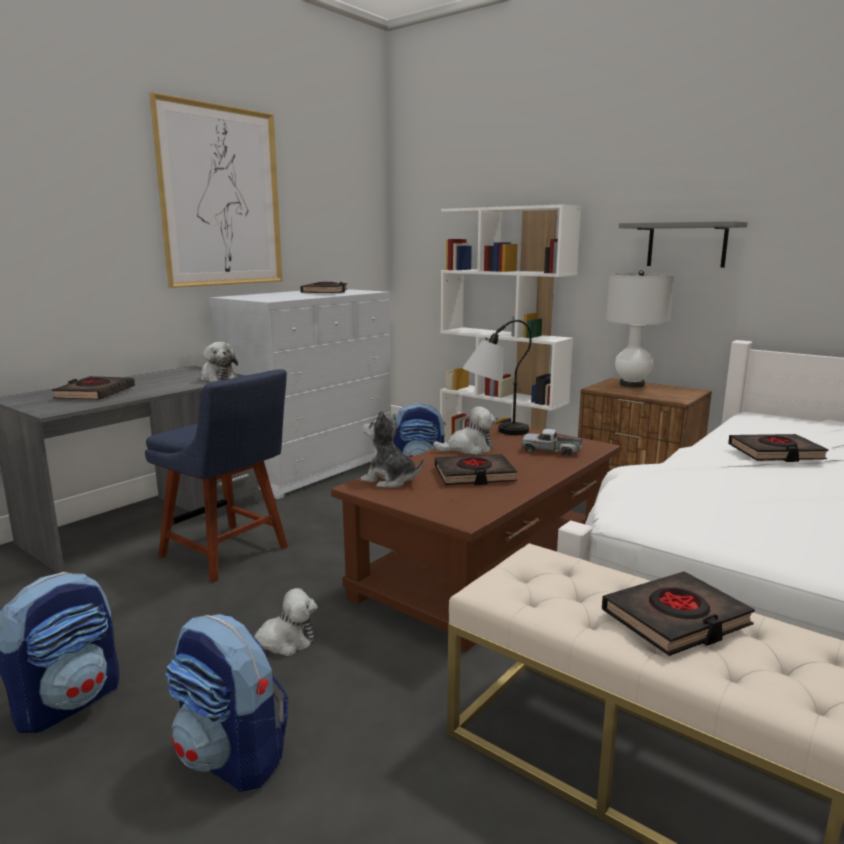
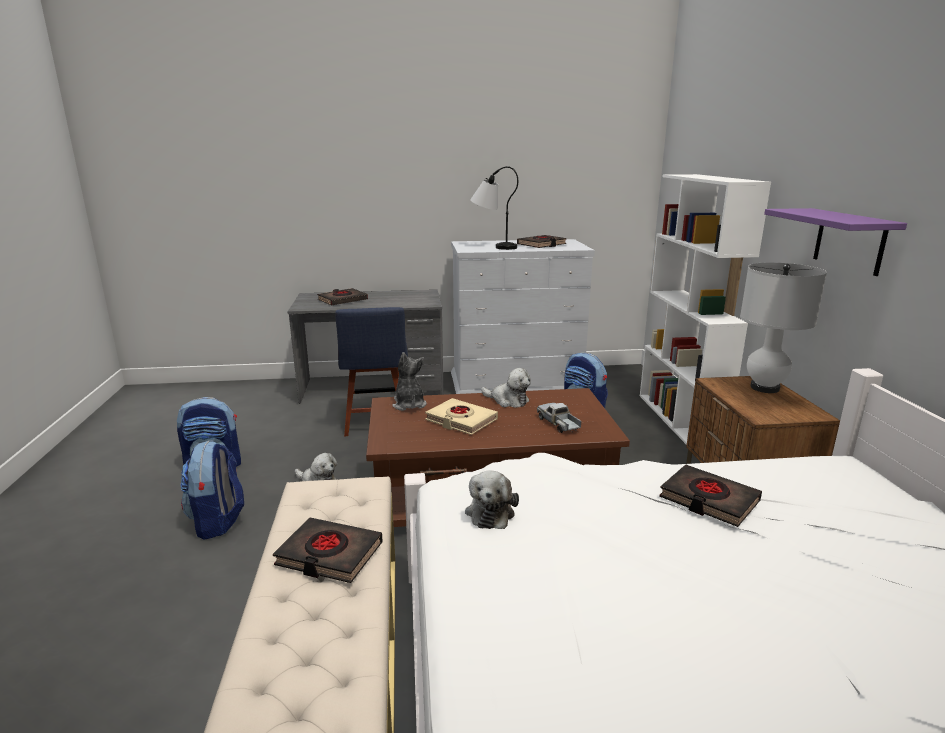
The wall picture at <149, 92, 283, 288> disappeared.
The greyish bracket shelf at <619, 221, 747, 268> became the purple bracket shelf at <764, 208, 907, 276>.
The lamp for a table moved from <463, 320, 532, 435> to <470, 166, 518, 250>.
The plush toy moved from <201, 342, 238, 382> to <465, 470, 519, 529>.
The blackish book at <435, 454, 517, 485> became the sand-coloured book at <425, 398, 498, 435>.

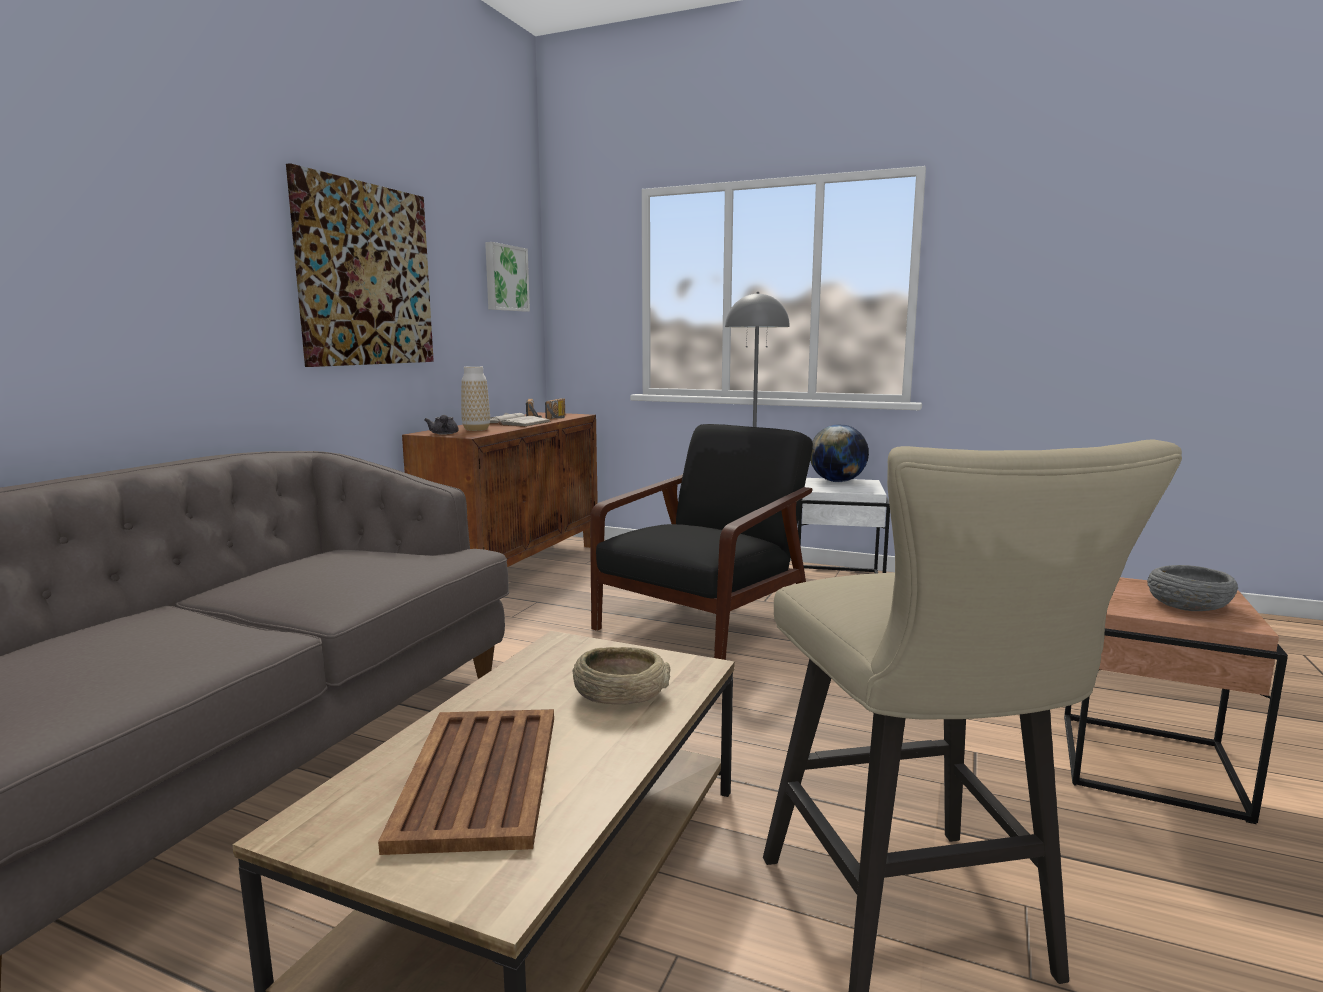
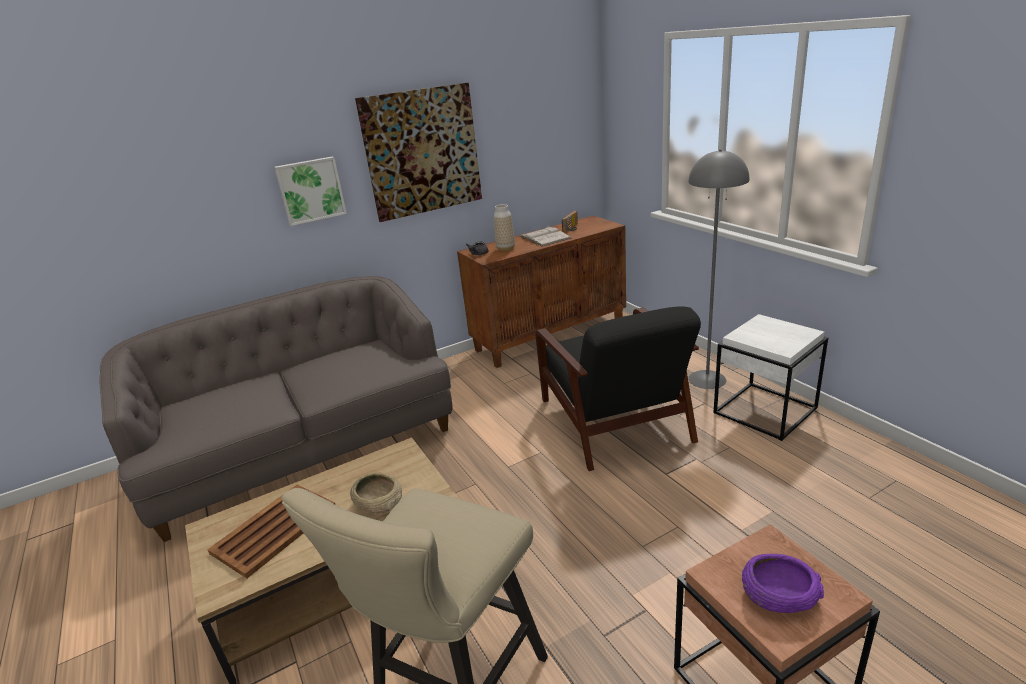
The wall picture moved from <485, 242, 530, 311> to <274, 156, 347, 226>.
The radio receiver at <545, 398, 565, 419> disappeared.
The blackish easy chair at <590, 424, 813, 660> turned 90 degrees clockwise.
The world globe at <810, 424, 869, 482> disappeared.
The greyish serving bowl at <1147, 565, 1238, 611> became the purple serving bowl at <742, 554, 824, 613>.

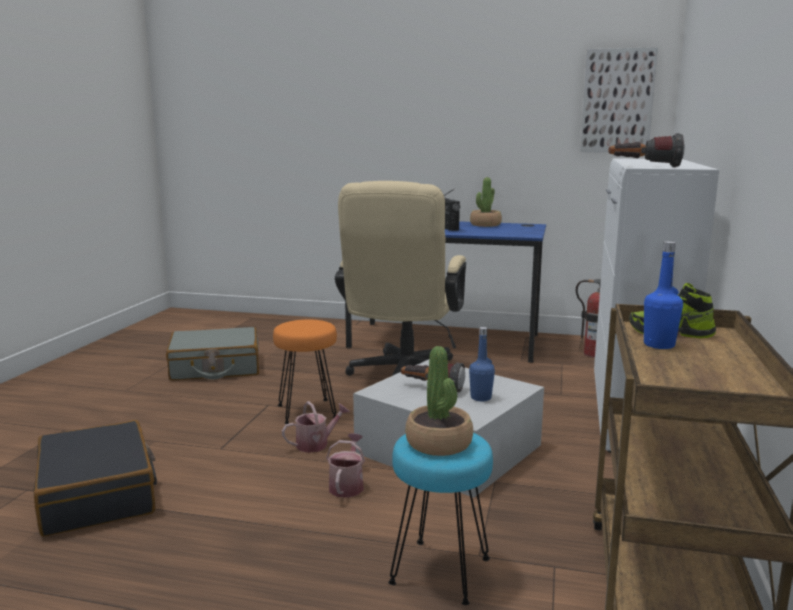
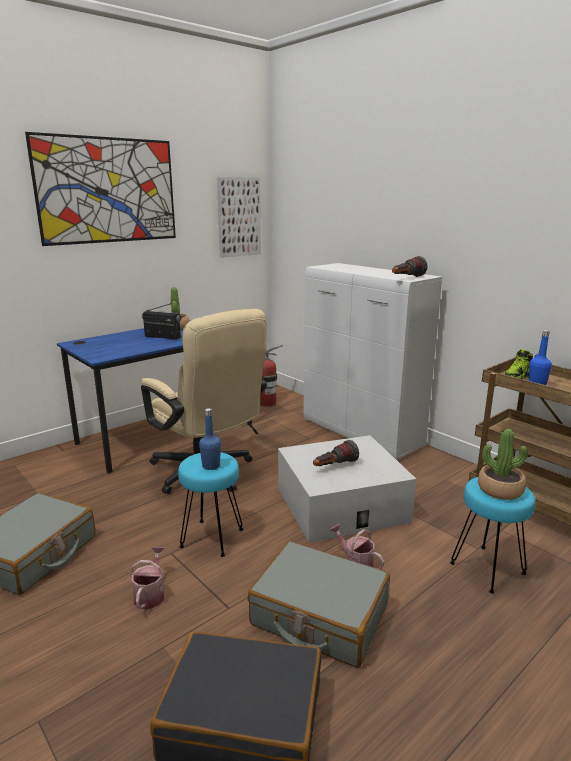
The orange-coloured sitting stool at <273, 319, 337, 424> became the turquoise sitting stool at <178, 453, 243, 557>.
The bluish bottle moved from <469, 327, 495, 401> to <199, 408, 221, 470>.
The sprinkling can moved from <282, 401, 350, 453> to <130, 547, 165, 609>.
The wall picture at <25, 132, 176, 246> appeared.
The greyish travel case at <247, 541, 390, 668> appeared.

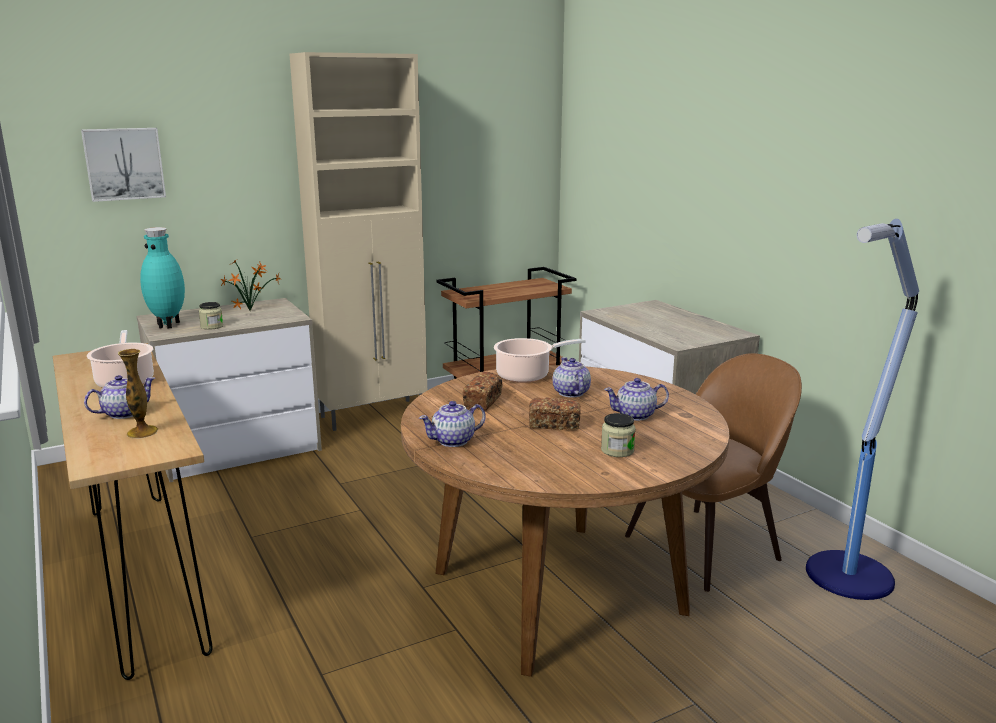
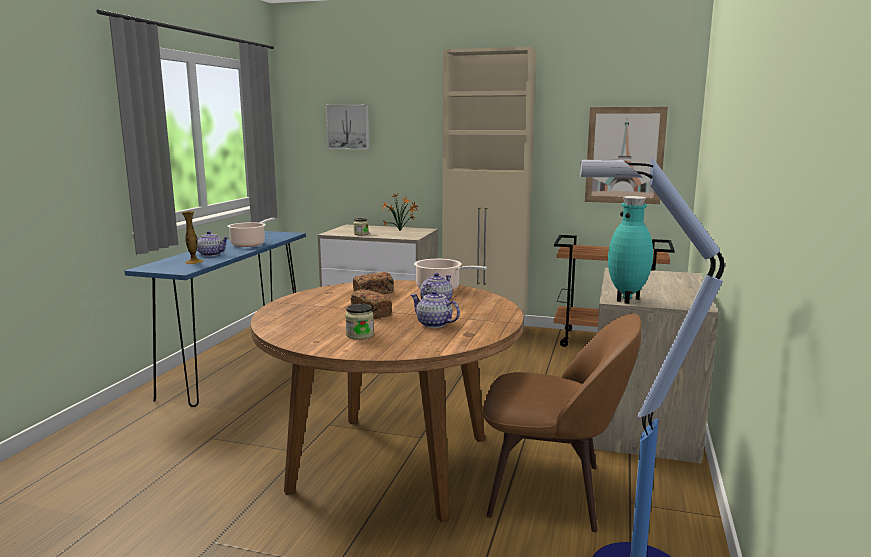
The turquoise decorative vase moved from <140, 227, 185, 329> to <608, 196, 653, 304>.
The brown narrow table at <53, 343, 213, 680> became the bluish narrow table at <124, 231, 306, 407>.
The pot for tea at <419, 401, 486, 447> disappeared.
The wall picture at <585, 107, 668, 204> appeared.

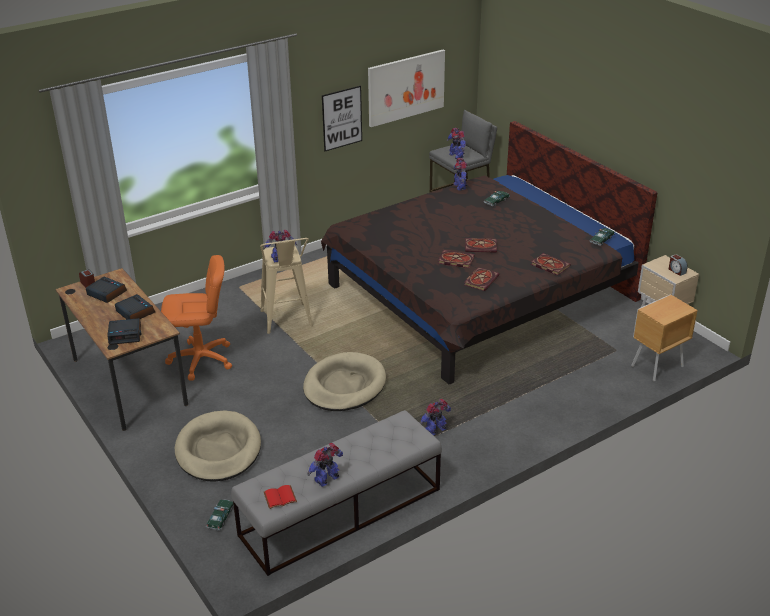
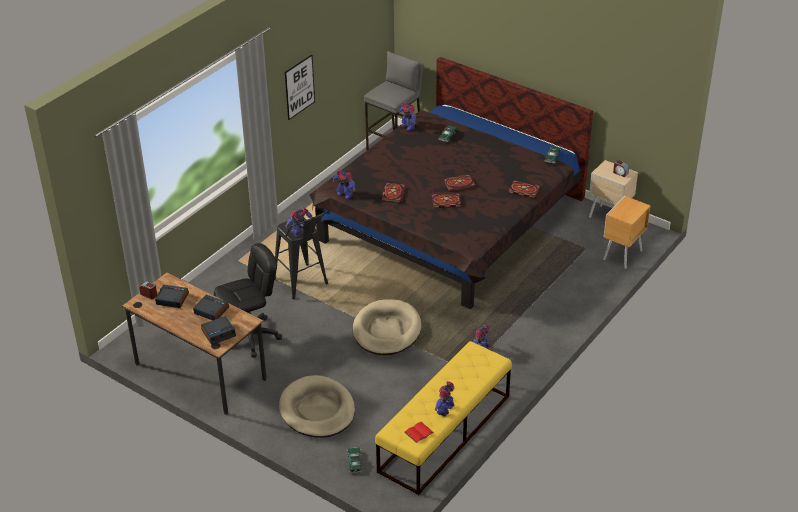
The wall picture at <368, 50, 445, 127> disappeared.
The model robot moved from <447, 128, 466, 159> to <332, 169, 355, 199>.
The sand-coloured sitting stool at <260, 238, 313, 334> became the blackish sitting stool at <275, 211, 328, 299>.
The orange-coloured office chair at <161, 255, 232, 381> became the blackish office chair at <214, 243, 282, 358>.
The book moved from <464, 267, 499, 291> to <382, 183, 406, 203>.
The greyish bench at <231, 410, 442, 576> became the yellow bench at <375, 341, 512, 495>.

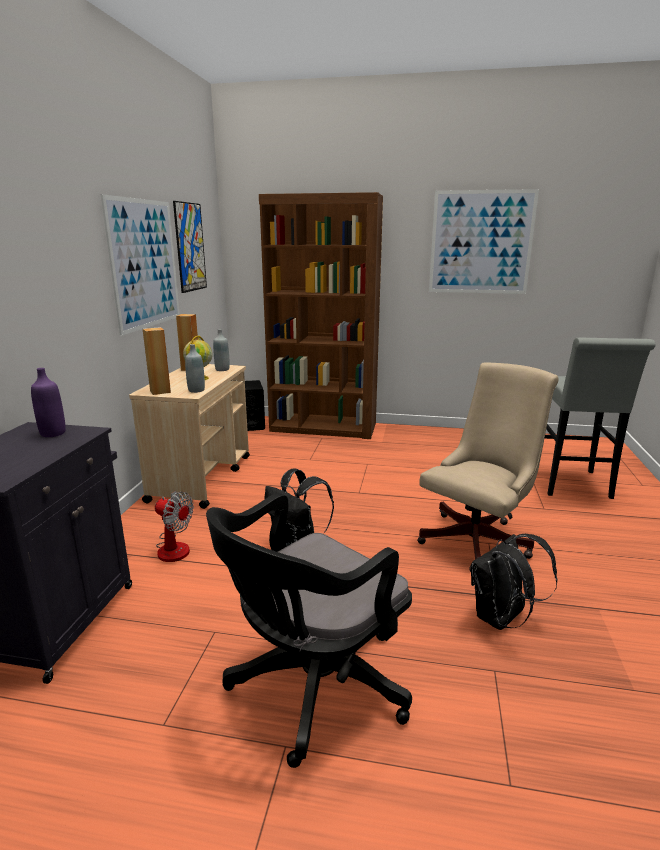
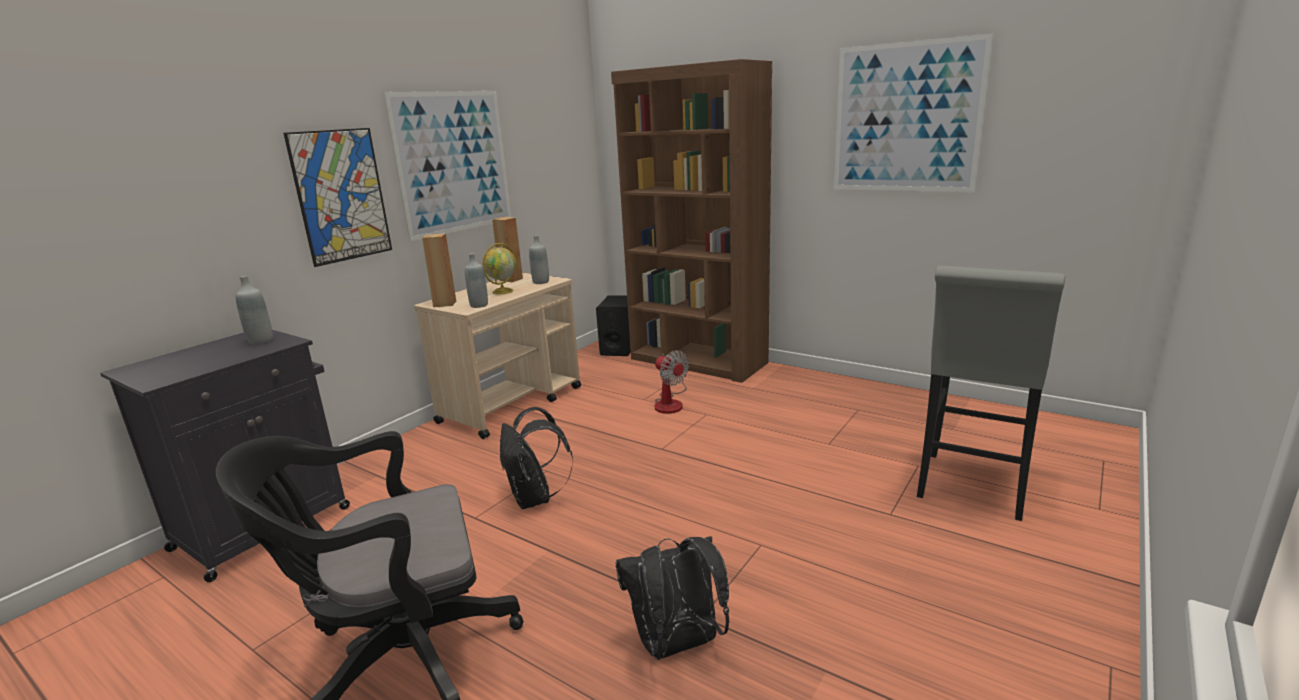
The wall picture moved from <173, 201, 207, 293> to <284, 128, 392, 267>.
The sand-coloured office chair at <417, 362, 558, 572> disappeared.
The purple bottle at <31, 368, 66, 437> became the greyish bottle at <236, 276, 273, 345>.
The cooling fan moved from <155, 491, 194, 562> to <655, 350, 689, 414>.

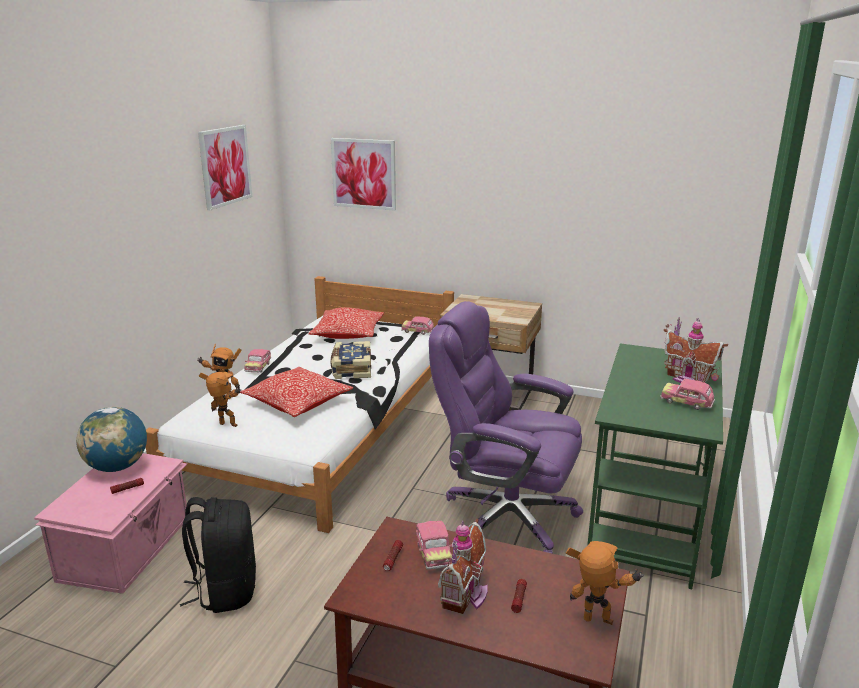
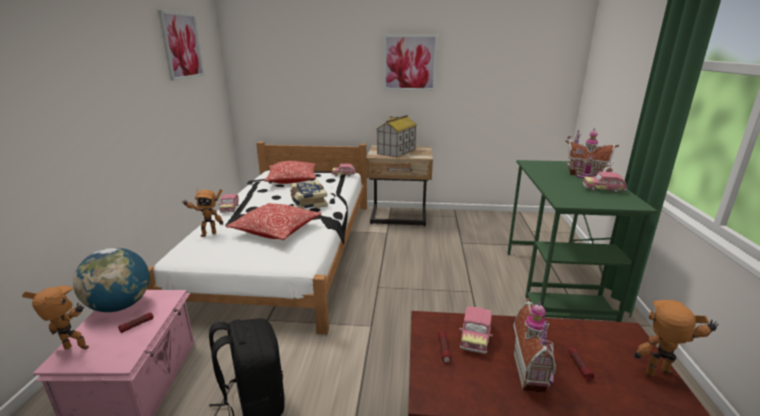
The wall picture moved from <331, 138, 396, 211> to <383, 35, 438, 91>.
The purple office chair at <429, 301, 583, 554> disappeared.
The model robot moved from <199, 372, 241, 427> to <22, 285, 89, 350>.
The miniature car at <416, 521, 452, 570> turned 45 degrees clockwise.
The model house at <376, 115, 417, 157> appeared.

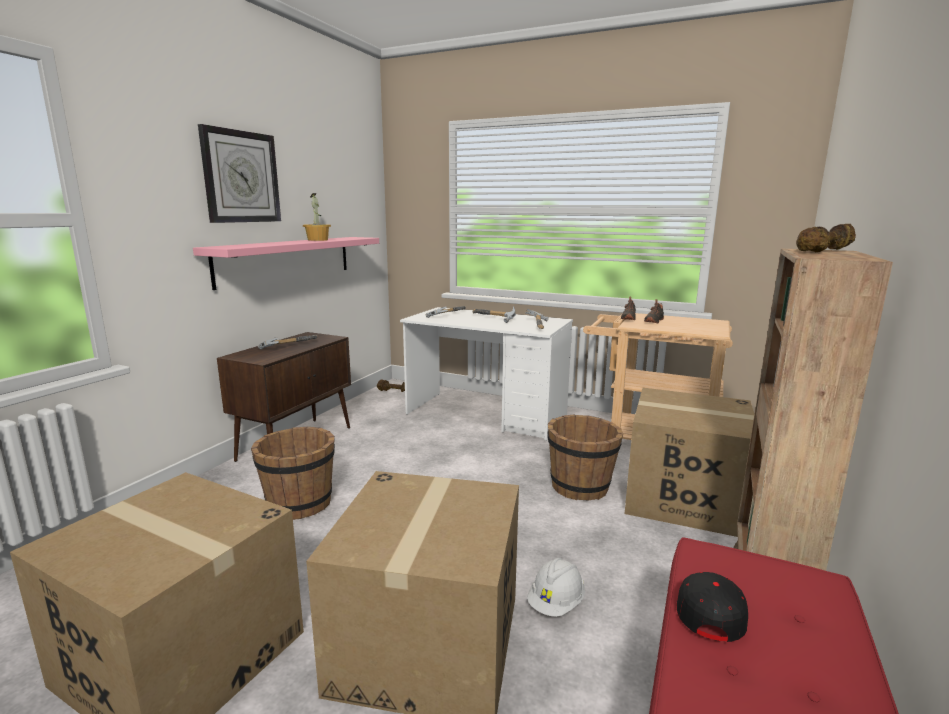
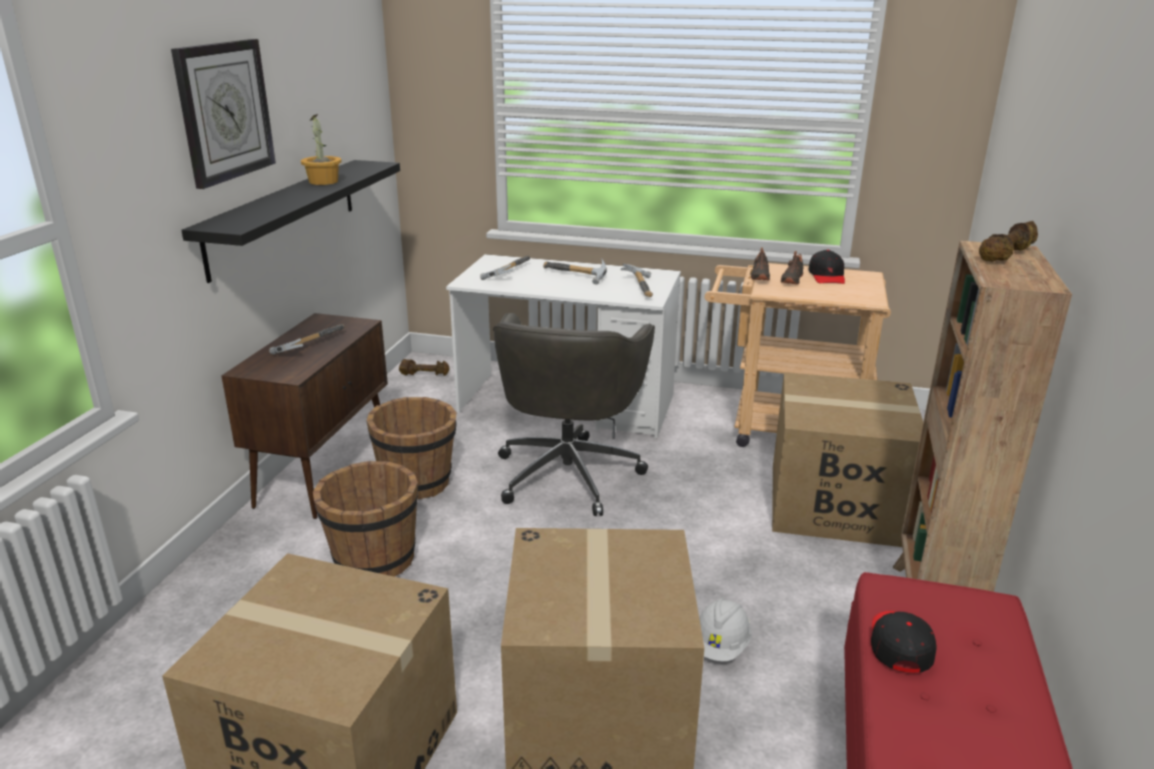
The pink bracket shelf at <193, 237, 379, 290> became the blackish bracket shelf at <181, 160, 400, 283>.
The brown pail moved from <548, 415, 623, 500> to <366, 397, 456, 499>.
The blackish baseball cap at <808, 250, 845, 284> appeared.
The greyish office chair at <493, 313, 655, 516> appeared.

